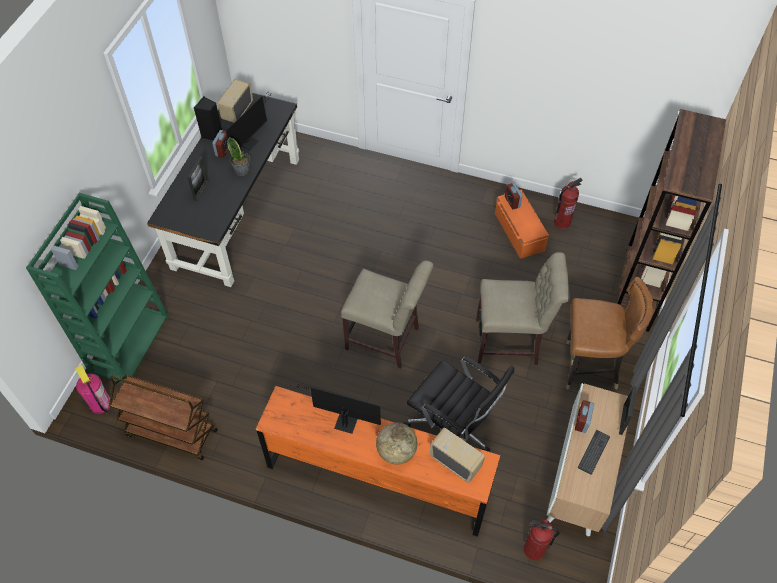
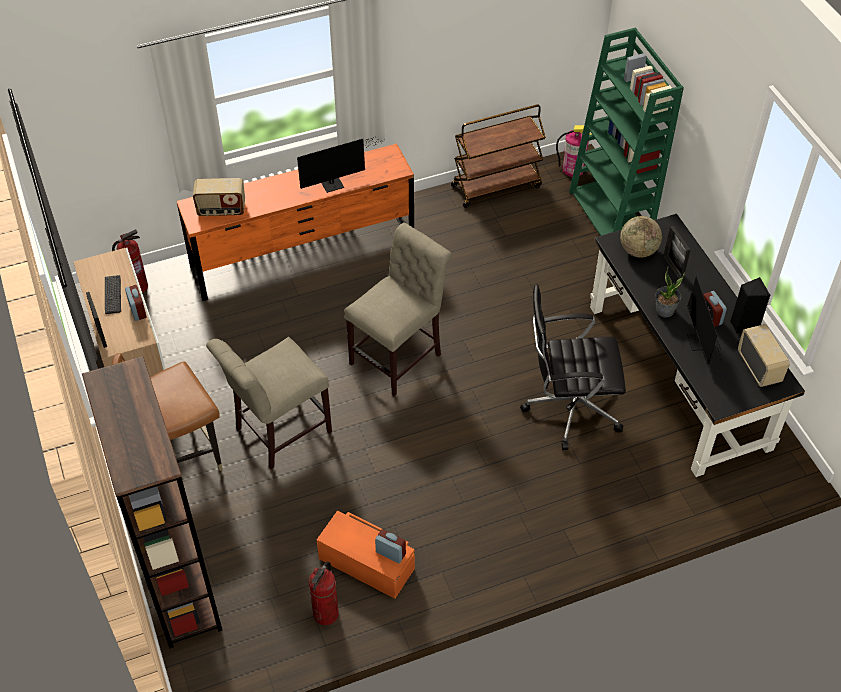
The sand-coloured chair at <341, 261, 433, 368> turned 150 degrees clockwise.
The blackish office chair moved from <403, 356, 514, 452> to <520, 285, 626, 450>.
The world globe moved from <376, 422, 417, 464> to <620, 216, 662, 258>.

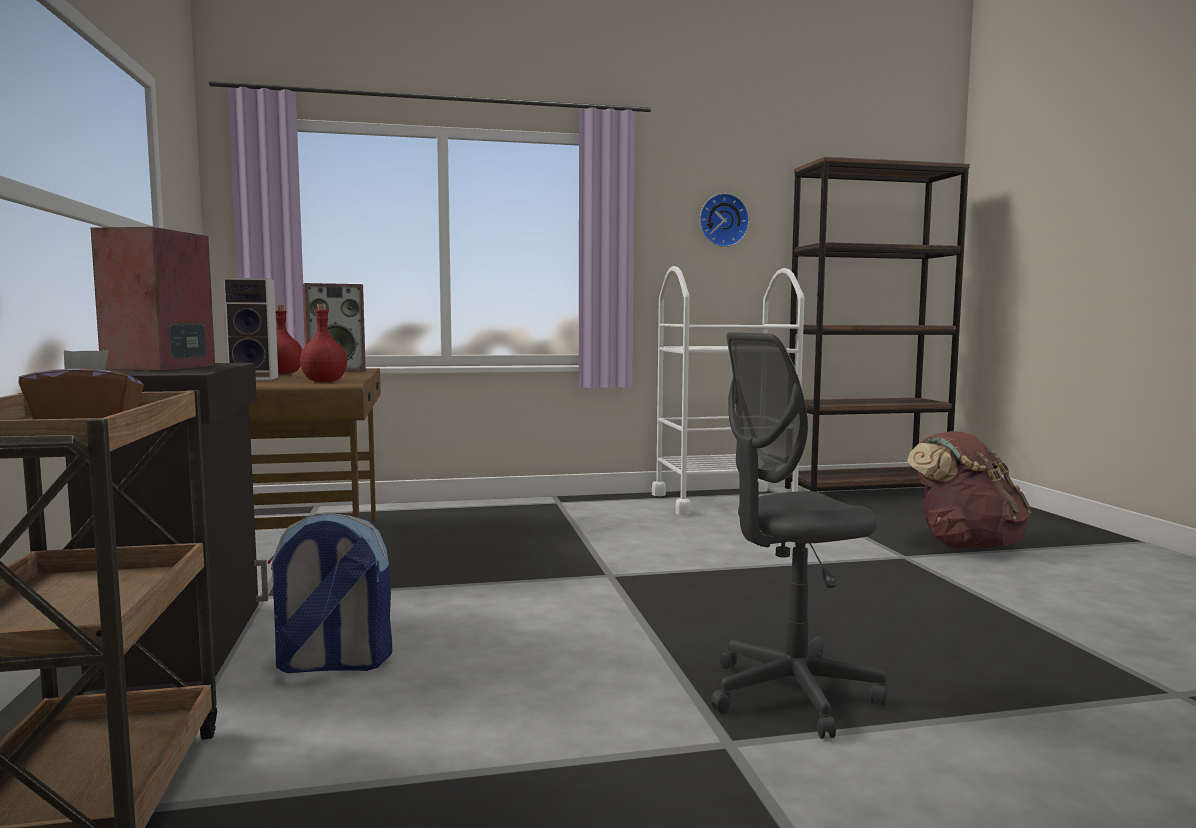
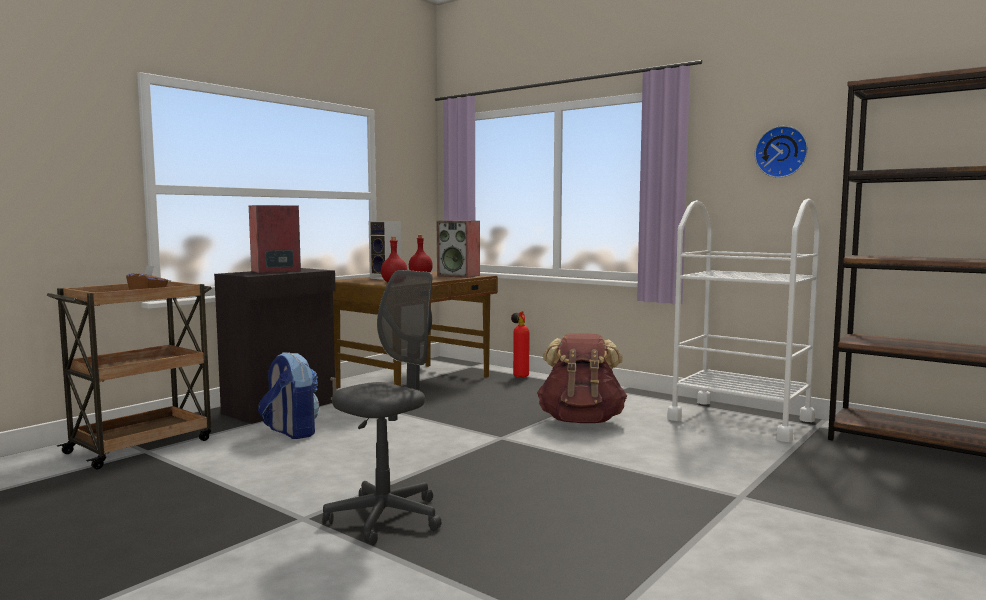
The greyish office chair at <711, 332, 887, 739> turned 105 degrees clockwise.
The brown knapsack moved from <907, 431, 1031, 549> to <537, 333, 627, 423>.
The fire extinguisher at <511, 311, 529, 378> appeared.

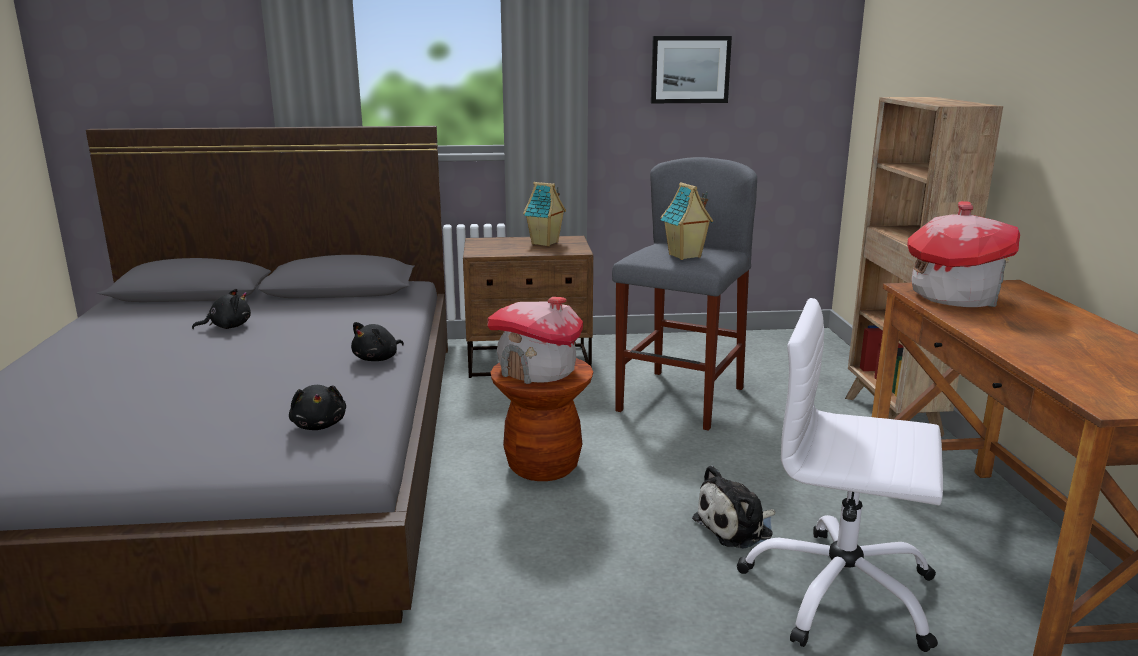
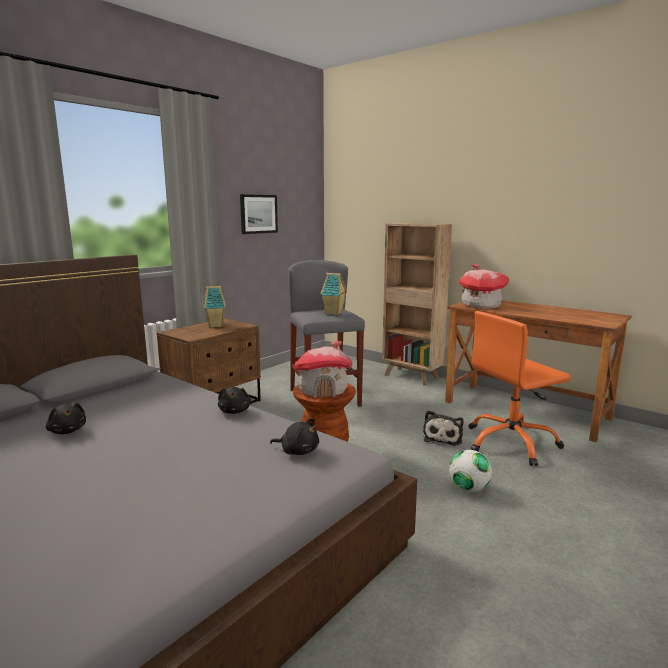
The blackish plush toy at <192, 289, 251, 329> turned 120 degrees clockwise.
The white office chair at <737, 298, 943, 652> became the orange-coloured office chair at <469, 311, 571, 466>.
The football ball at <449, 450, 492, 492> appeared.

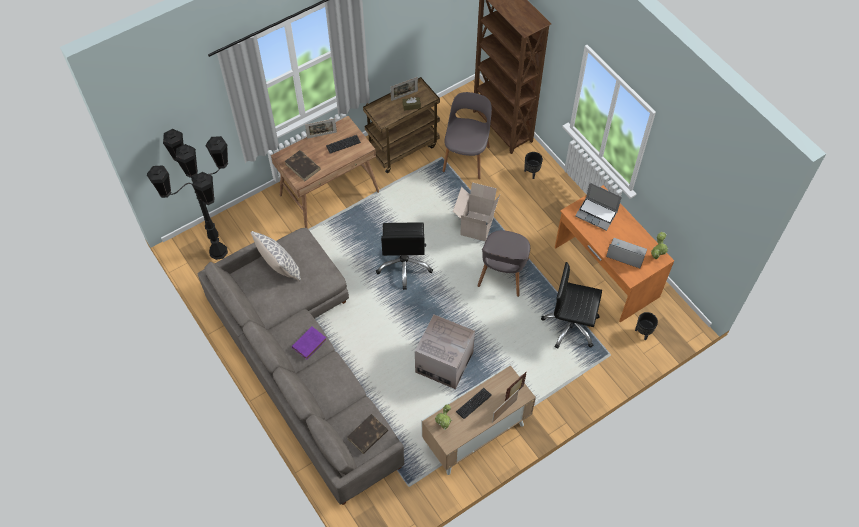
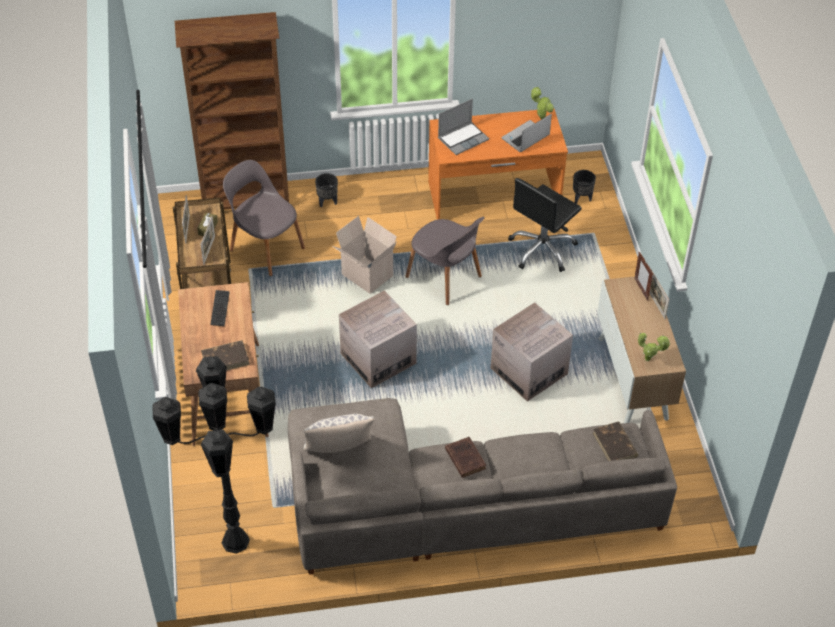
The photo frame moved from <305, 118, 337, 139> to <200, 216, 215, 265>.
The blackish office chair at <376, 222, 433, 290> was replaced by the packing box at <339, 290, 417, 388>.
The purple book at <292, 326, 327, 359> became the brown book at <445, 437, 486, 478>.
The keyboard at <456, 388, 492, 419> disappeared.

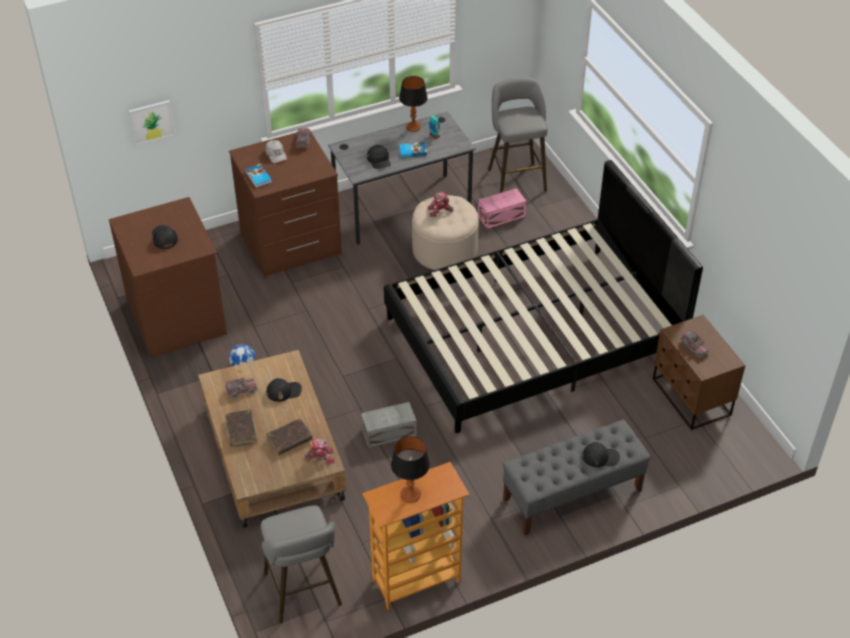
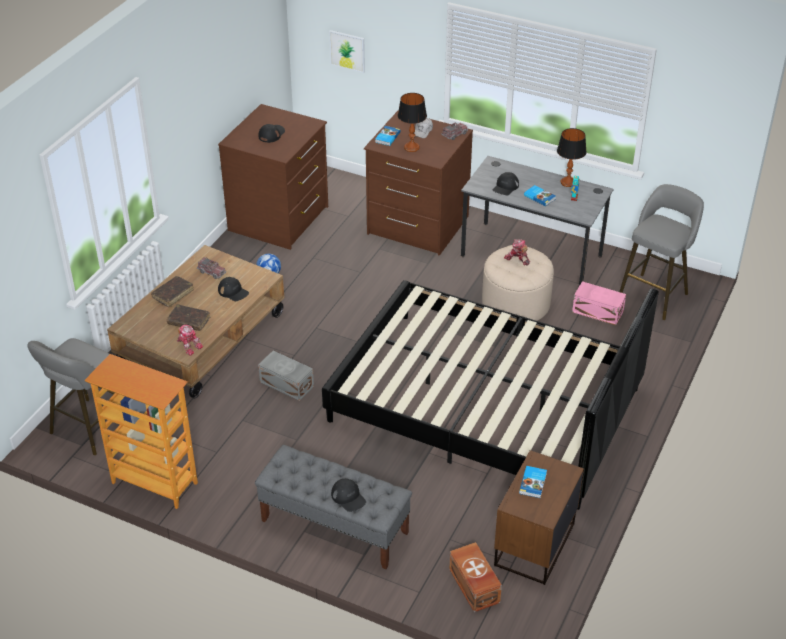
The toy lorry at <680, 329, 710, 358> was replaced by the book at <519, 466, 547, 498>.
The lamp for a table moved from <391, 436, 430, 503> to <398, 93, 427, 152>.
The brown storage container at <449, 542, 502, 612> appeared.

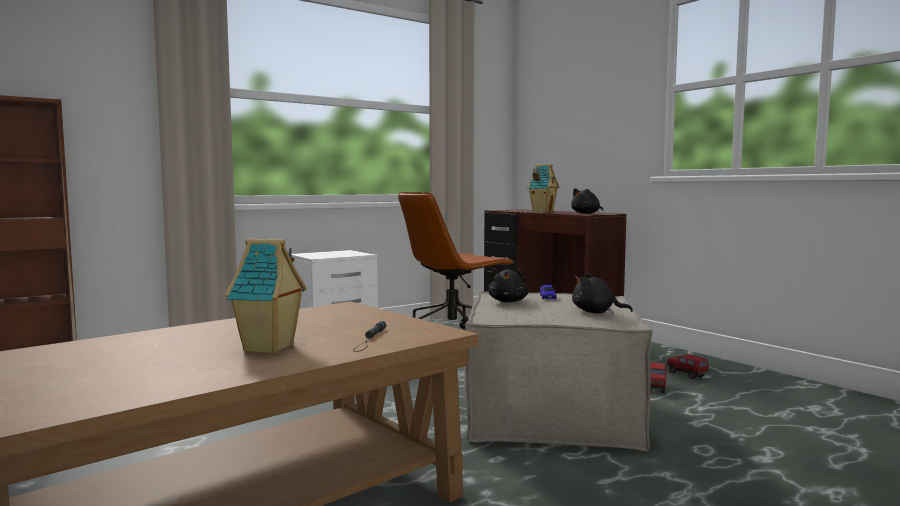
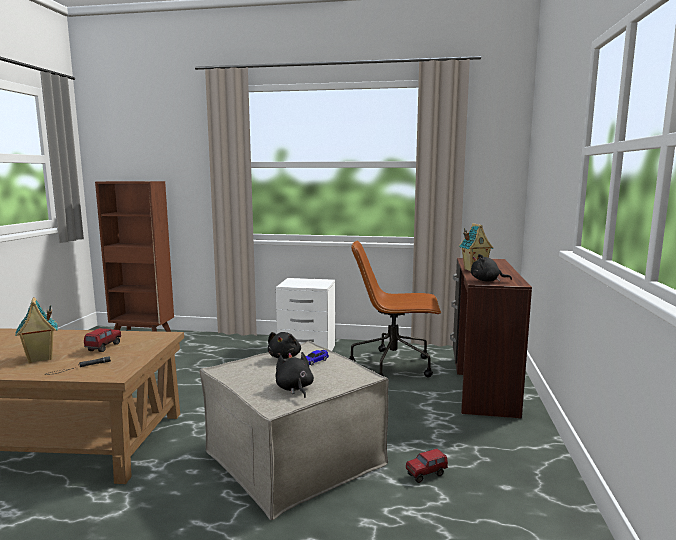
The blackish plush toy at <488, 268, 529, 302> turned 45 degrees counterclockwise.
The toy lorry moved from <667, 354, 709, 379> to <84, 328, 121, 352>.

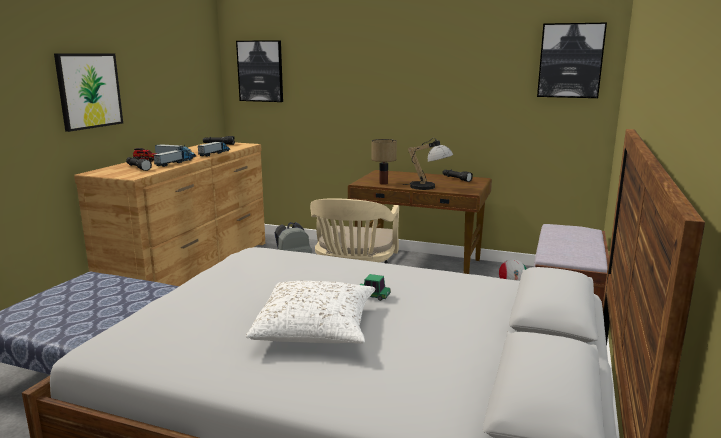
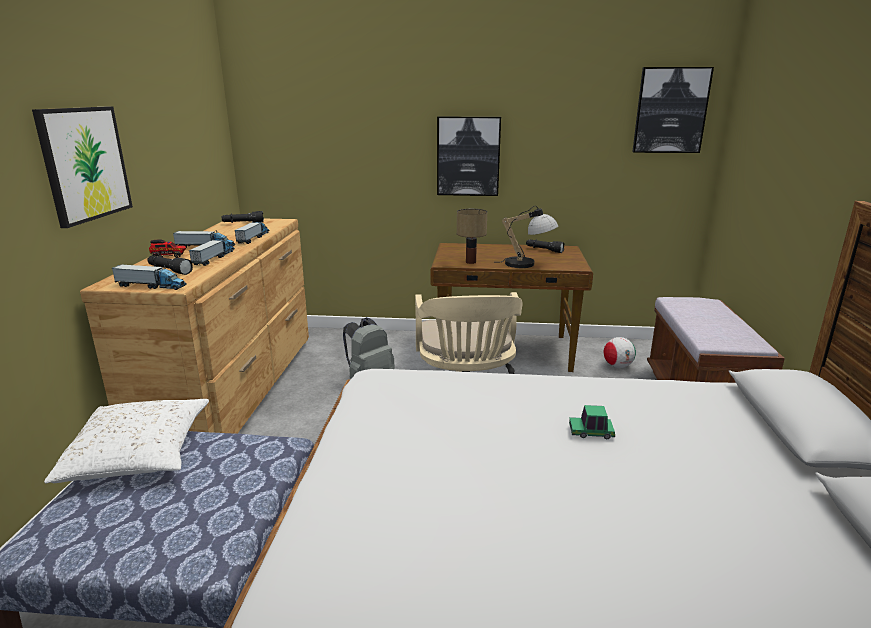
The wall picture moved from <236, 40, 283, 102> to <437, 117, 501, 196>.
The white throw pillow moved from <246, 281, 375, 344> to <44, 399, 209, 483>.
The toy lorry at <112, 264, 187, 290> appeared.

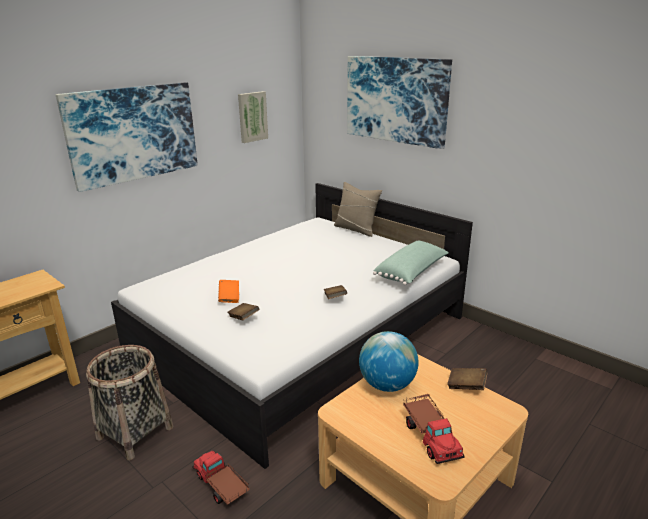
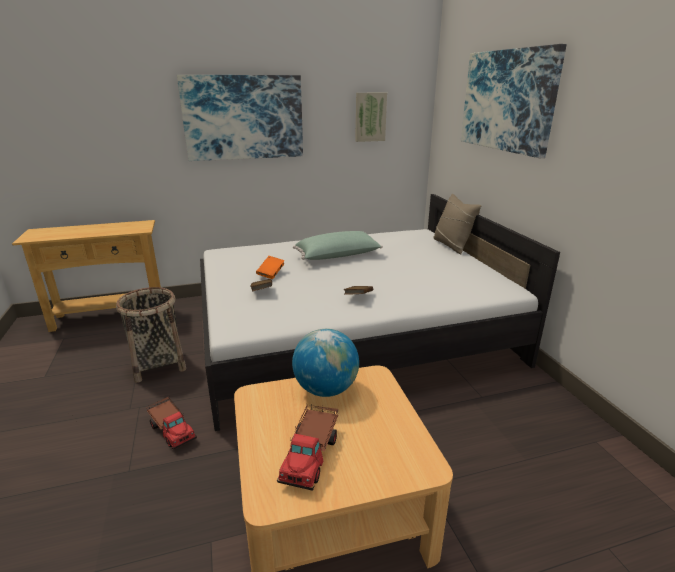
The green-coloured throw pillow moved from <373, 241, 449, 285> to <293, 231, 383, 260>.
The brown book at <447, 368, 488, 390> disappeared.
The toy lorry at <192, 451, 250, 505> turned 150 degrees clockwise.

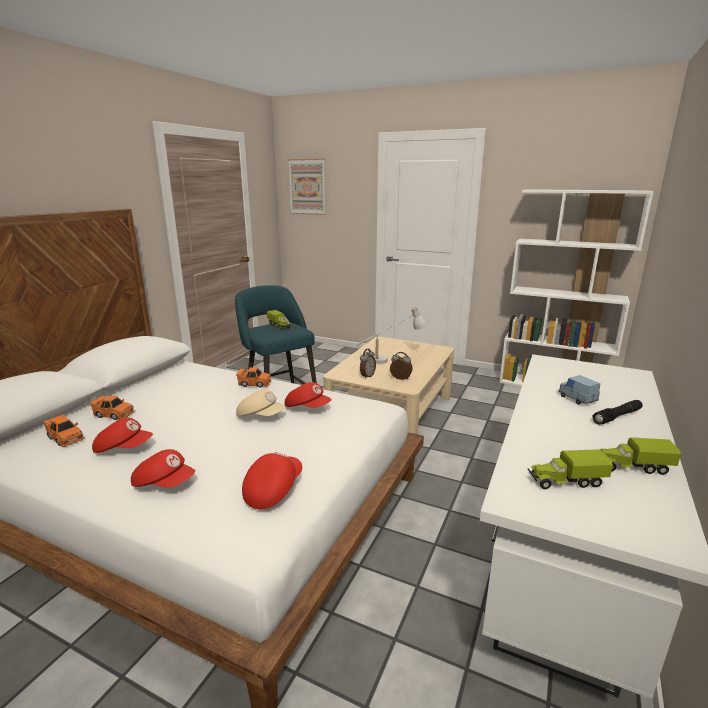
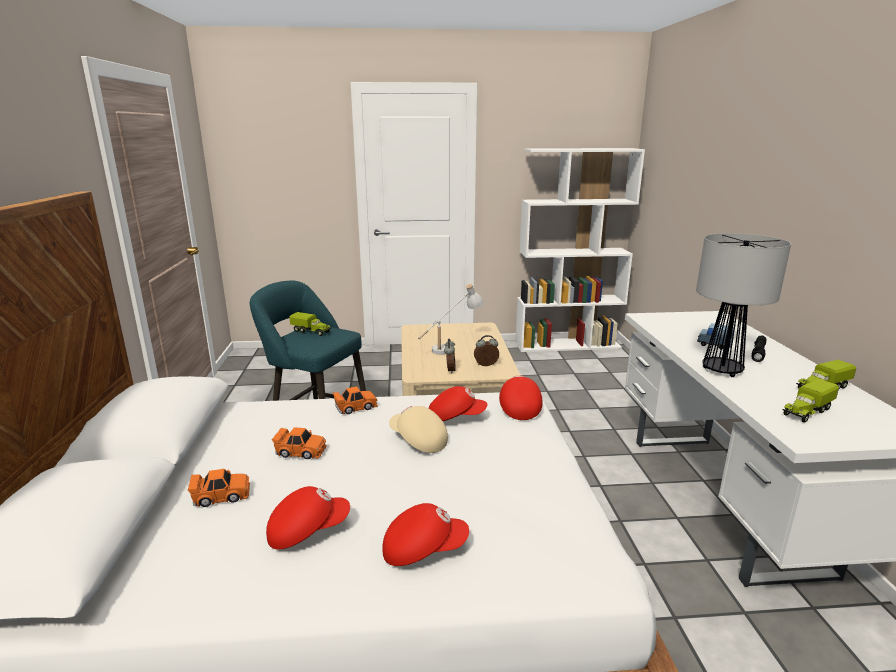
The wall picture at <288, 158, 326, 215> disappeared.
The sand-coloured baseball cap at <236, 390, 286, 416> turned 135 degrees counterclockwise.
The orange-coloured miniature car moved from <43, 414, 85, 447> to <272, 427, 327, 459>.
The red baseball cap moved from <242, 452, 302, 509> to <499, 375, 543, 420>.
The lamp for a table at <696, 233, 791, 377> appeared.

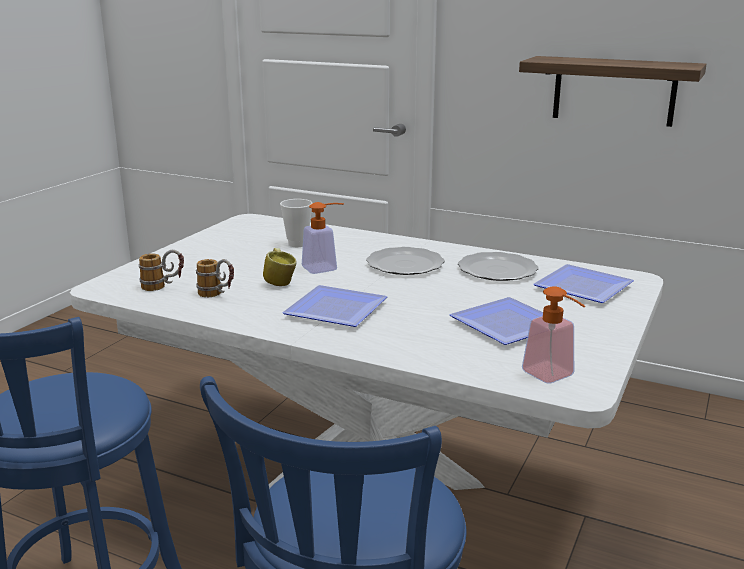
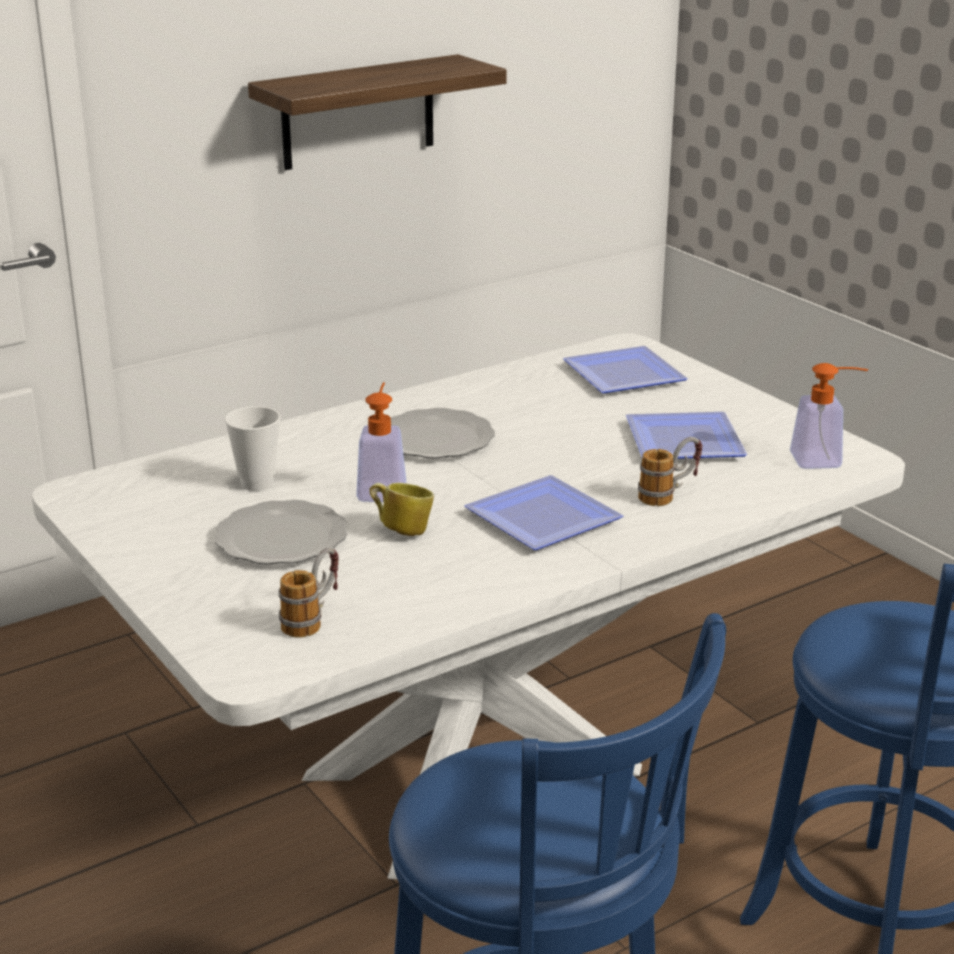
The plate moved from <458, 252, 539, 281> to <214, 500, 347, 565>.
The coffee mug moved from <196, 259, 234, 297> to <638, 437, 702, 506>.

